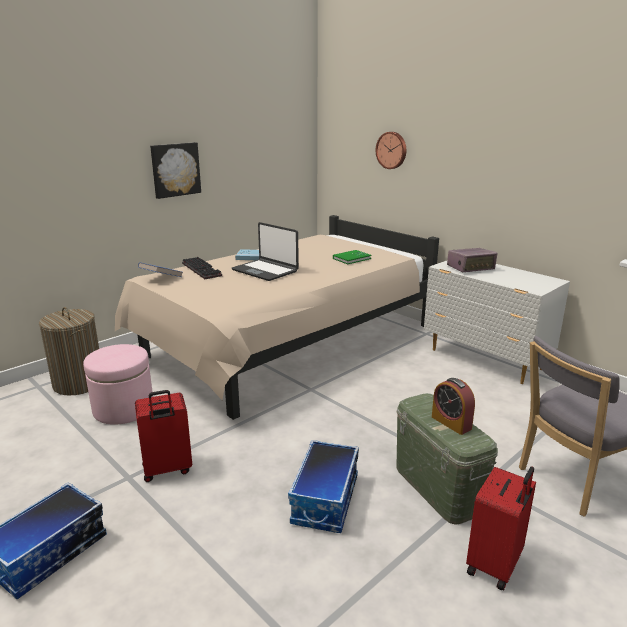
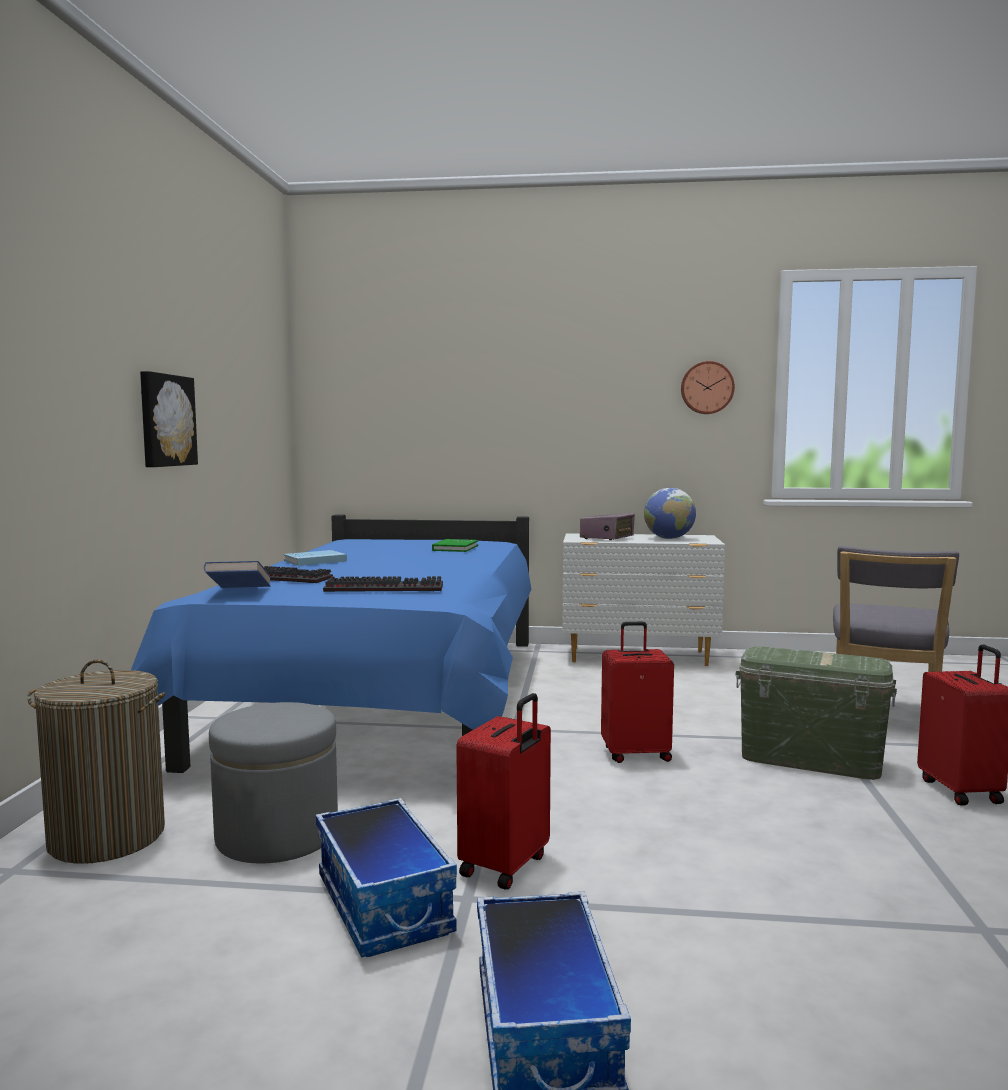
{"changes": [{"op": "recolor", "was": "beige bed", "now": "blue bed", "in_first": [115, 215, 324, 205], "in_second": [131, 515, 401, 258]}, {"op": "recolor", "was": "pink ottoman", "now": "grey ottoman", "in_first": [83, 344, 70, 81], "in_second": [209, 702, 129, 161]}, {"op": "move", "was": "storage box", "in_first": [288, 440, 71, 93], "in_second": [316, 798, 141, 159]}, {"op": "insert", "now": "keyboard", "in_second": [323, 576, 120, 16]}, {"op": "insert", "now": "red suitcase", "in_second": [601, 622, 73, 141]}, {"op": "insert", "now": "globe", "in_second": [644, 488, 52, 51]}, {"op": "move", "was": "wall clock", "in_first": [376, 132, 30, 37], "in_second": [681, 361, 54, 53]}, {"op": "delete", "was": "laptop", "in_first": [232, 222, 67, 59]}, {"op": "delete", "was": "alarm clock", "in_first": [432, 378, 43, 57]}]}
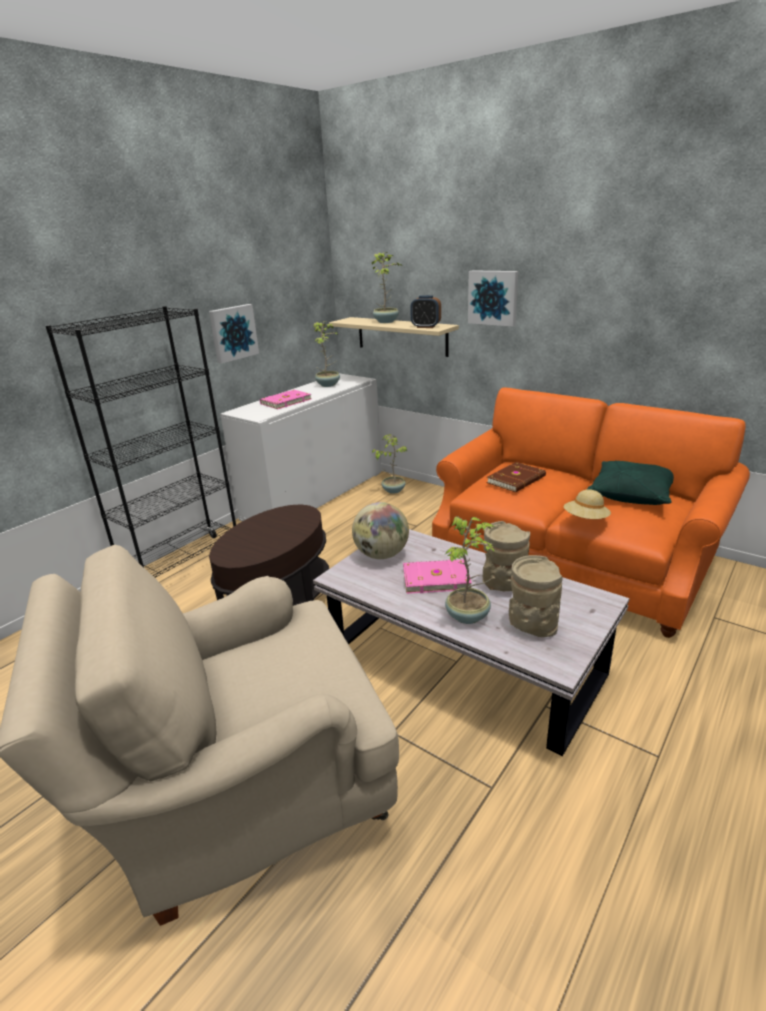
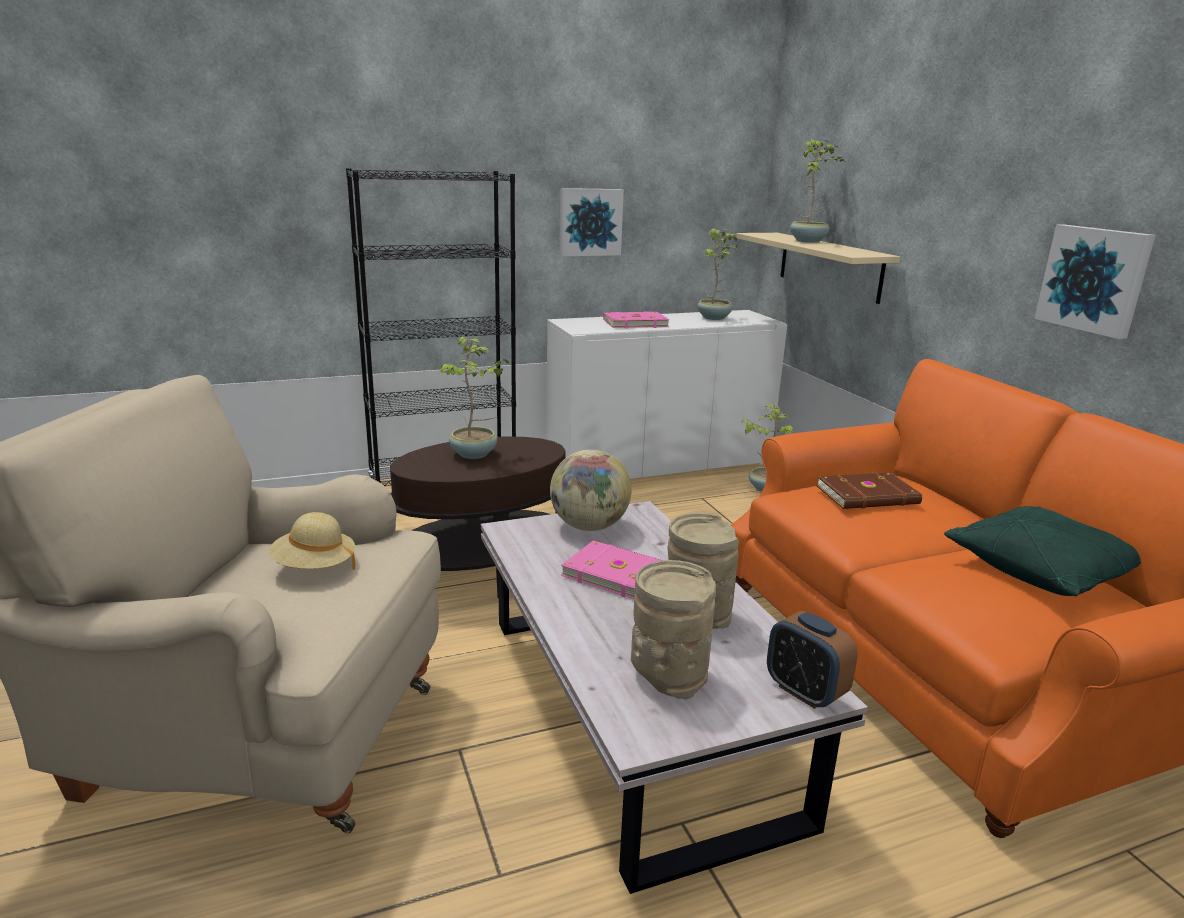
{"changes": [{"op": "move", "was": "beige hat", "in_first": [564, 489, 47, 30], "in_second": [269, 512, 87, 58]}, {"op": "move", "was": "potted plant", "in_first": [445, 516, 50, 108], "in_second": [439, 336, 70, 123]}, {"op": "move", "was": "alarm clock", "in_first": [410, 295, 31, 33], "in_second": [767, 611, 91, 98]}, {"op": "move", "was": "picture", "in_first": [468, 270, 50, 57], "in_second": [1034, 225, 122, 114]}]}
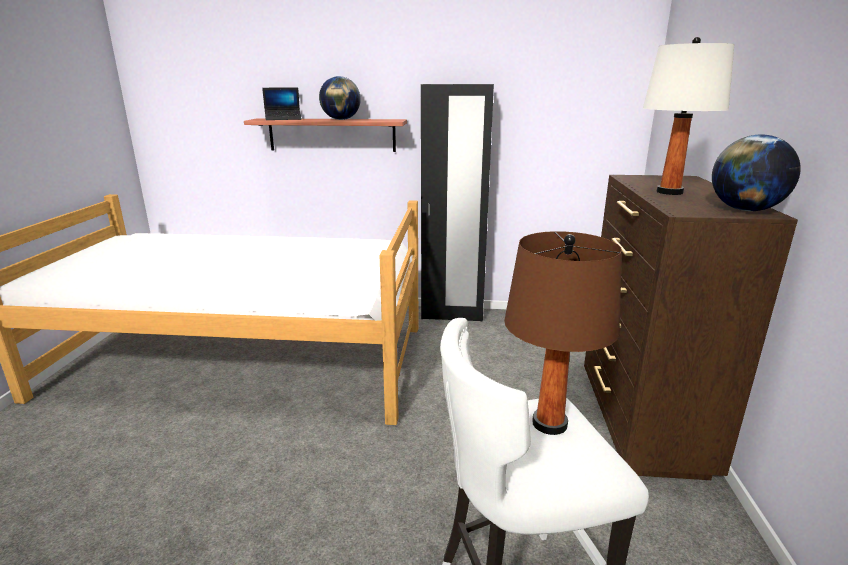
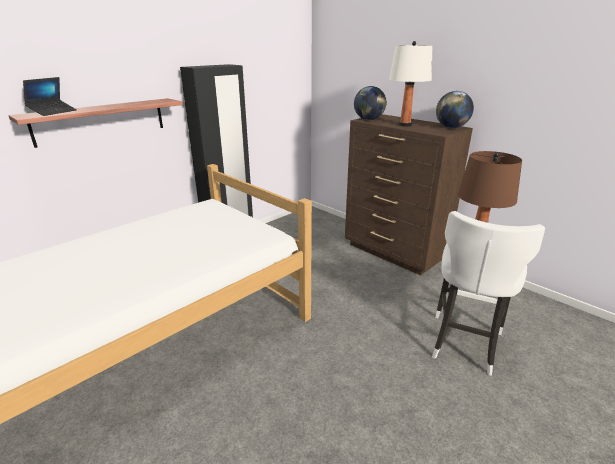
{"changes": [{"op": "move", "was": "globe", "in_first": [319, 76, 42, 44], "in_second": [354, 86, 32, 34]}]}
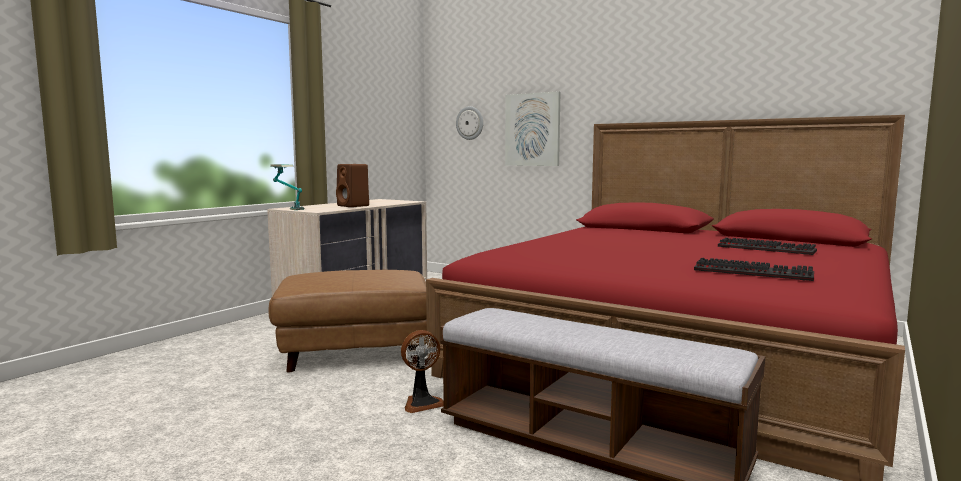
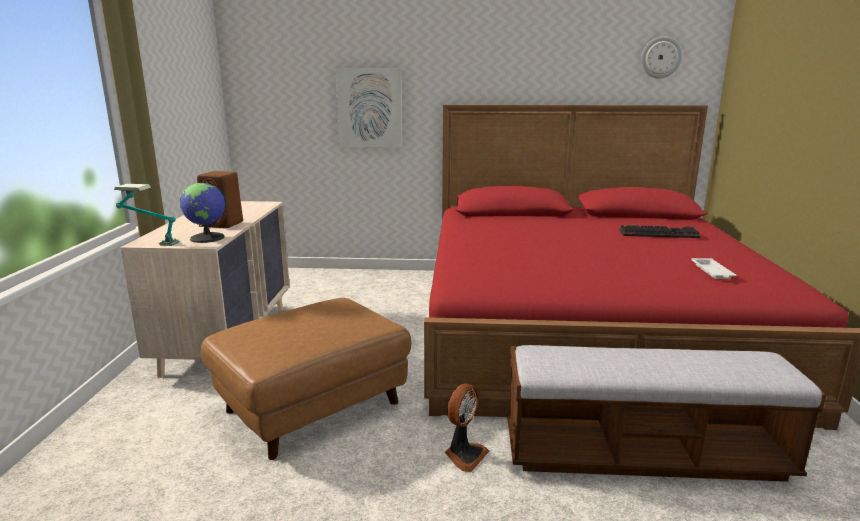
{"changes": [{"op": "insert", "now": "globe", "in_second": [180, 182, 46, 61]}, {"op": "move", "was": "wall clock", "in_first": [456, 106, 27, 34], "in_second": [641, 36, 41, 43]}, {"op": "replace", "was": "keyboard", "now": "white tray", "in_first": [694, 257, 120, 24], "in_second": [691, 258, 45, 21]}]}
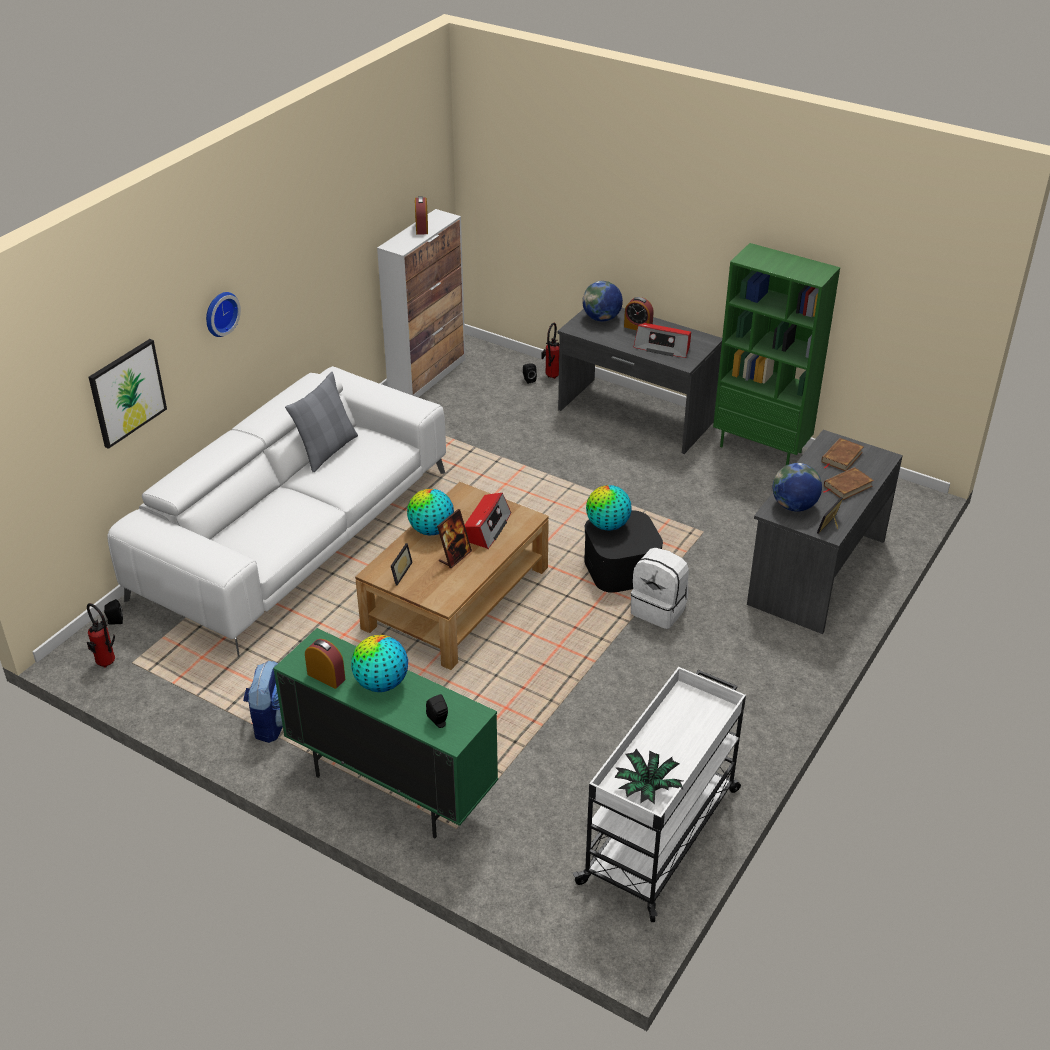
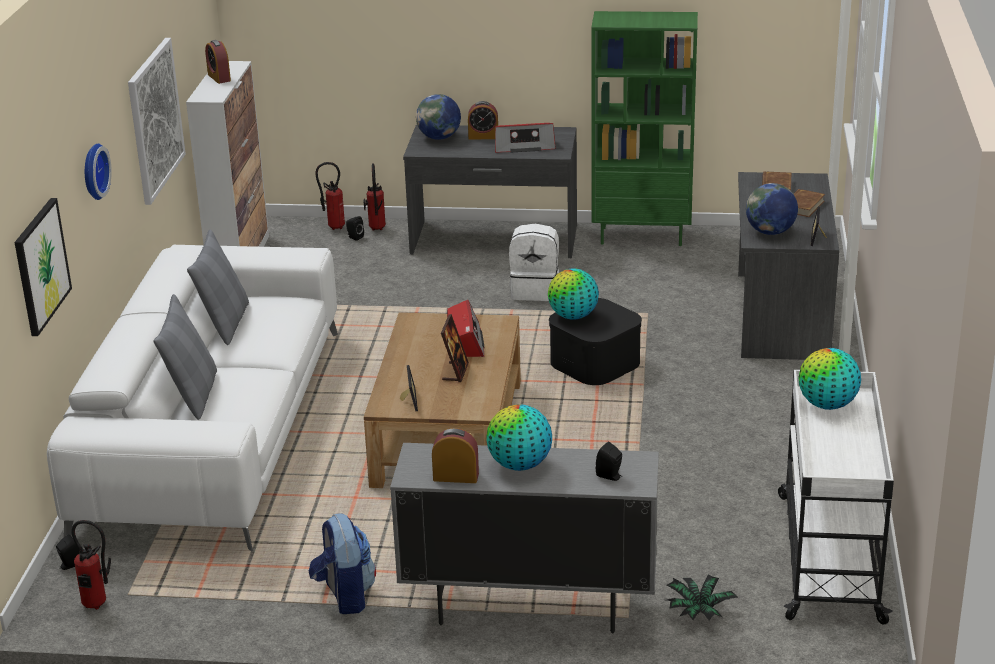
{"changes": [{"op": "insert", "now": "picture", "in_second": [128, 38, 58, 167]}, {"op": "insert", "now": "grey pillow", "in_second": [153, 294, 64, 126]}, {"op": "insert", "now": "fire extinguisher", "in_second": [316, 162, 29, 68]}, {"op": "recolor", "was": "green cabinet", "now": "grey cabinet", "in_first": [273, 628, 225, 211], "in_second": [390, 443, 269, 190]}, {"op": "move", "was": "white backpack", "in_first": [631, 548, 58, 81], "in_second": [509, 224, 50, 77]}, {"op": "move", "was": "potted plant", "in_first": [614, 749, 70, 55], "in_second": [666, 575, 72, 45]}, {"op": "move", "was": "globe", "in_first": [407, 489, 47, 46], "in_second": [798, 348, 63, 62]}]}
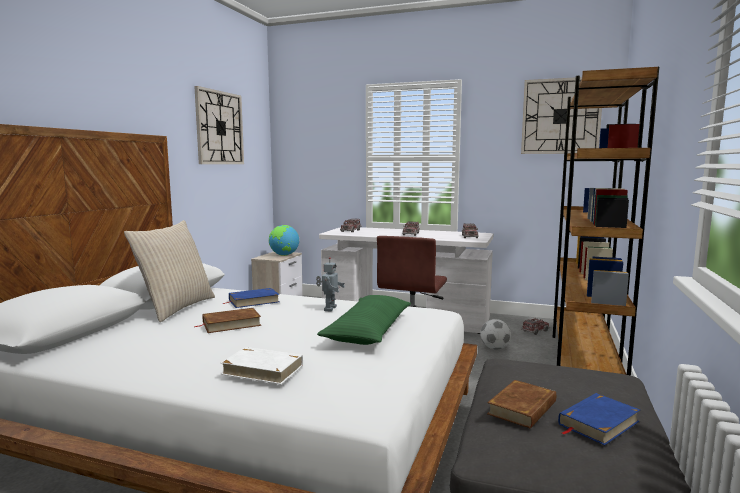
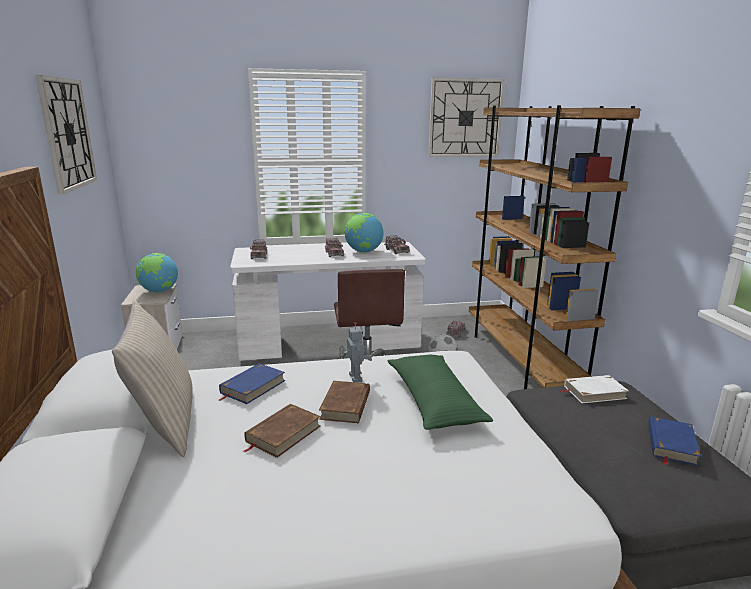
{"changes": [{"op": "move", "was": "brown book", "in_first": [487, 380, 69, 48], "in_second": [319, 381, 51, 42]}, {"op": "insert", "now": "globe", "in_second": [345, 213, 39, 40]}, {"op": "move", "was": "white book", "in_first": [221, 347, 82, 37], "in_second": [561, 375, 68, 28]}]}
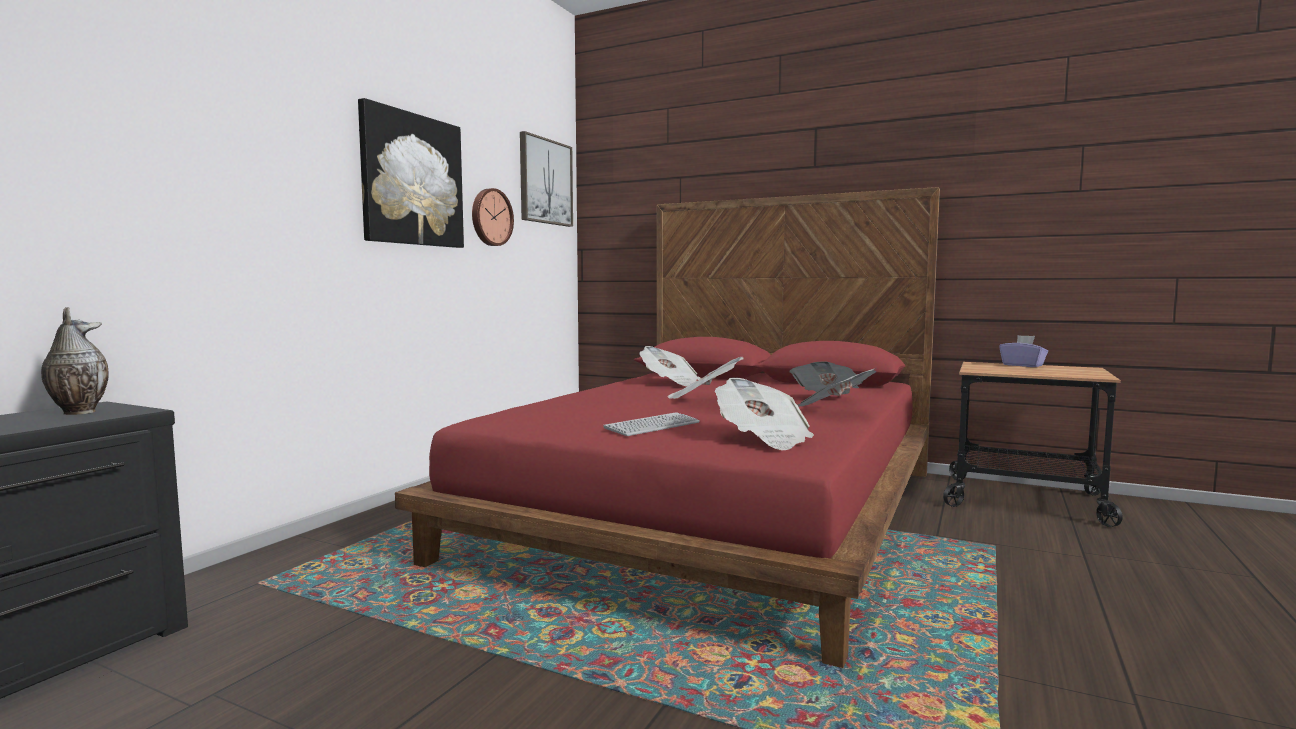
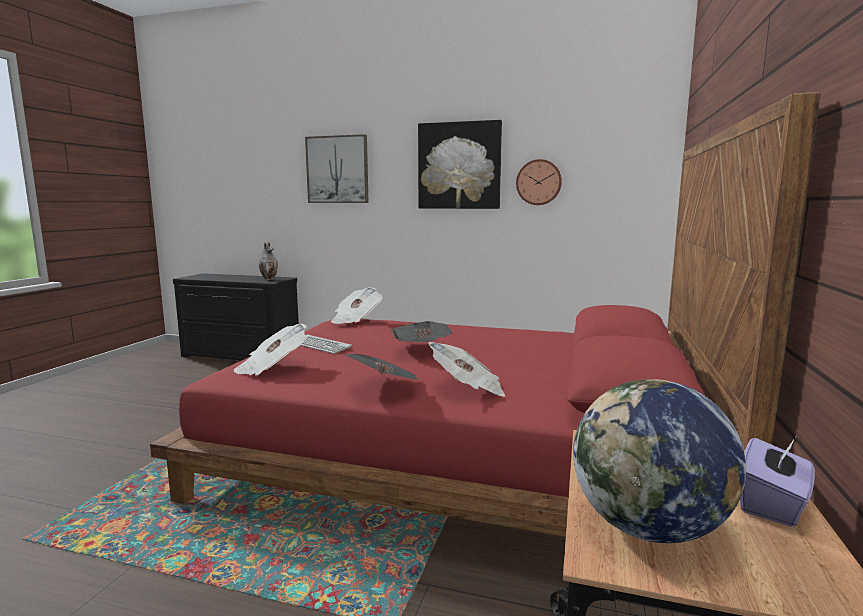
{"changes": [{"op": "move", "was": "picture", "in_first": [520, 131, 53, 96], "in_second": [305, 134, 64, 69]}, {"op": "move", "was": "newspaper", "in_first": [639, 346, 62, 41], "in_second": [331, 287, 51, 37]}, {"op": "insert", "now": "globe", "in_second": [573, 379, 173, 164]}]}
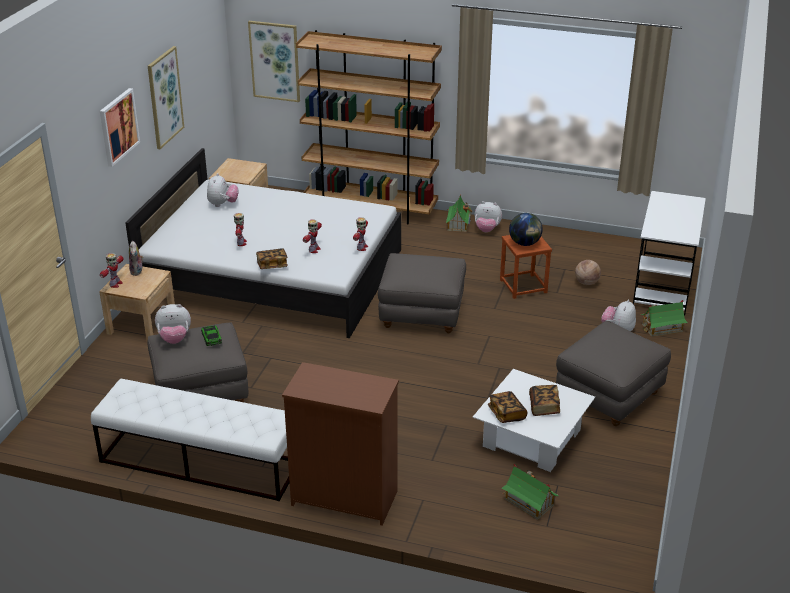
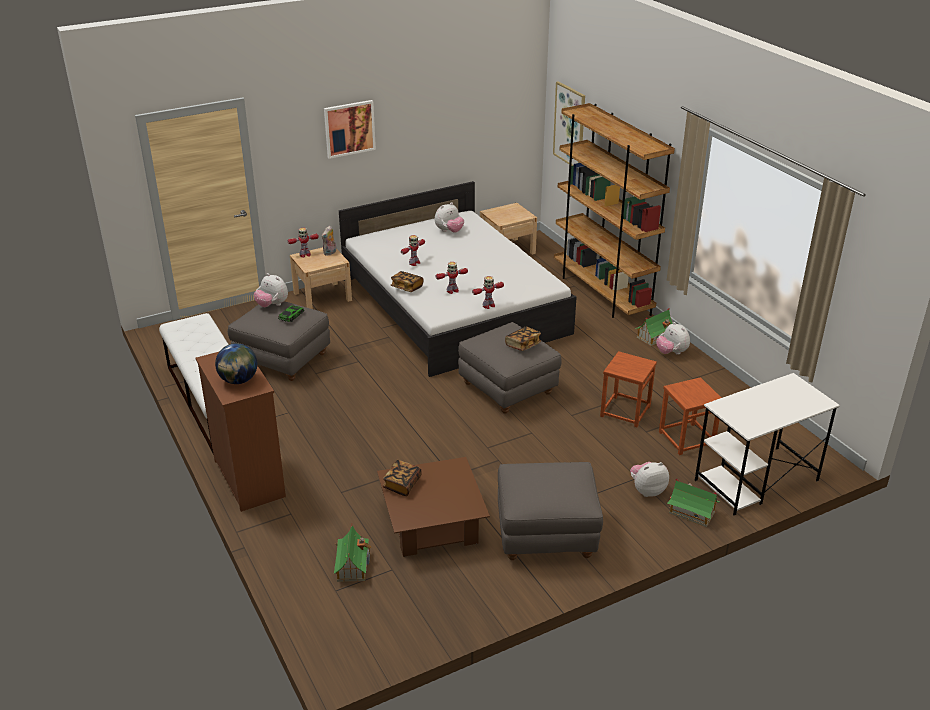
{"changes": [{"op": "move", "was": "globe", "in_first": [509, 213, 34, 33], "in_second": [215, 343, 42, 41]}, {"op": "recolor", "was": "white coffee table", "now": "brown coffee table", "in_first": [473, 369, 122, 103], "in_second": [377, 457, 113, 100]}, {"op": "move", "was": "book", "in_first": [529, 385, 31, 31], "in_second": [505, 327, 36, 24]}, {"op": "replace", "was": "basketball", "now": "brown stool", "in_first": [575, 260, 26, 25], "in_second": [659, 377, 62, 78]}, {"op": "delete", "was": "picture", "in_first": [148, 46, 36, 103]}]}
